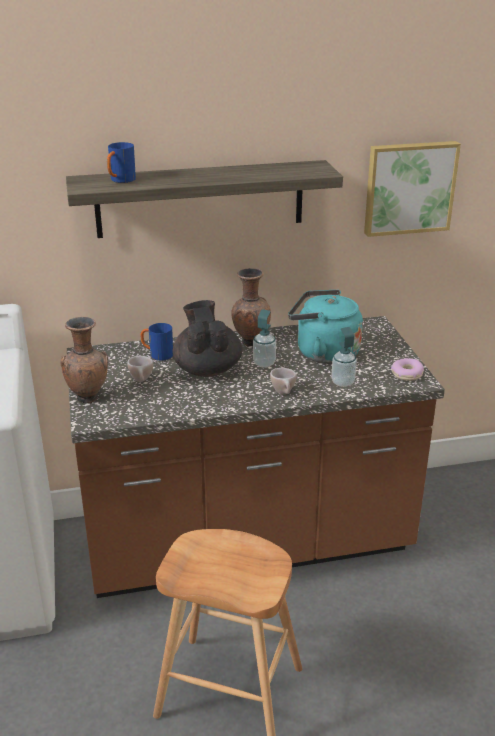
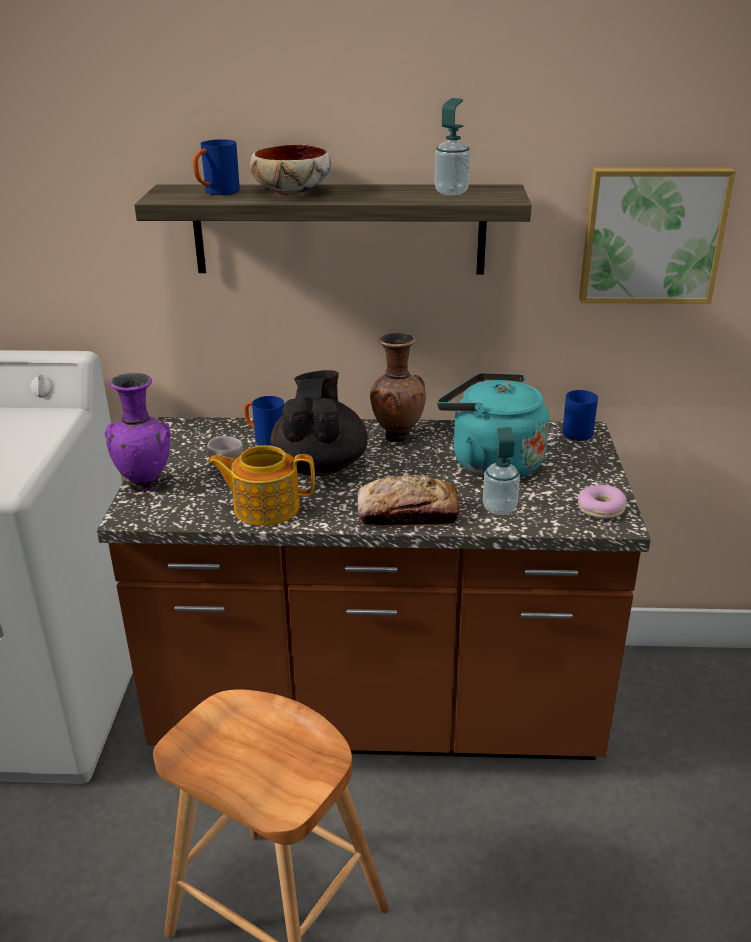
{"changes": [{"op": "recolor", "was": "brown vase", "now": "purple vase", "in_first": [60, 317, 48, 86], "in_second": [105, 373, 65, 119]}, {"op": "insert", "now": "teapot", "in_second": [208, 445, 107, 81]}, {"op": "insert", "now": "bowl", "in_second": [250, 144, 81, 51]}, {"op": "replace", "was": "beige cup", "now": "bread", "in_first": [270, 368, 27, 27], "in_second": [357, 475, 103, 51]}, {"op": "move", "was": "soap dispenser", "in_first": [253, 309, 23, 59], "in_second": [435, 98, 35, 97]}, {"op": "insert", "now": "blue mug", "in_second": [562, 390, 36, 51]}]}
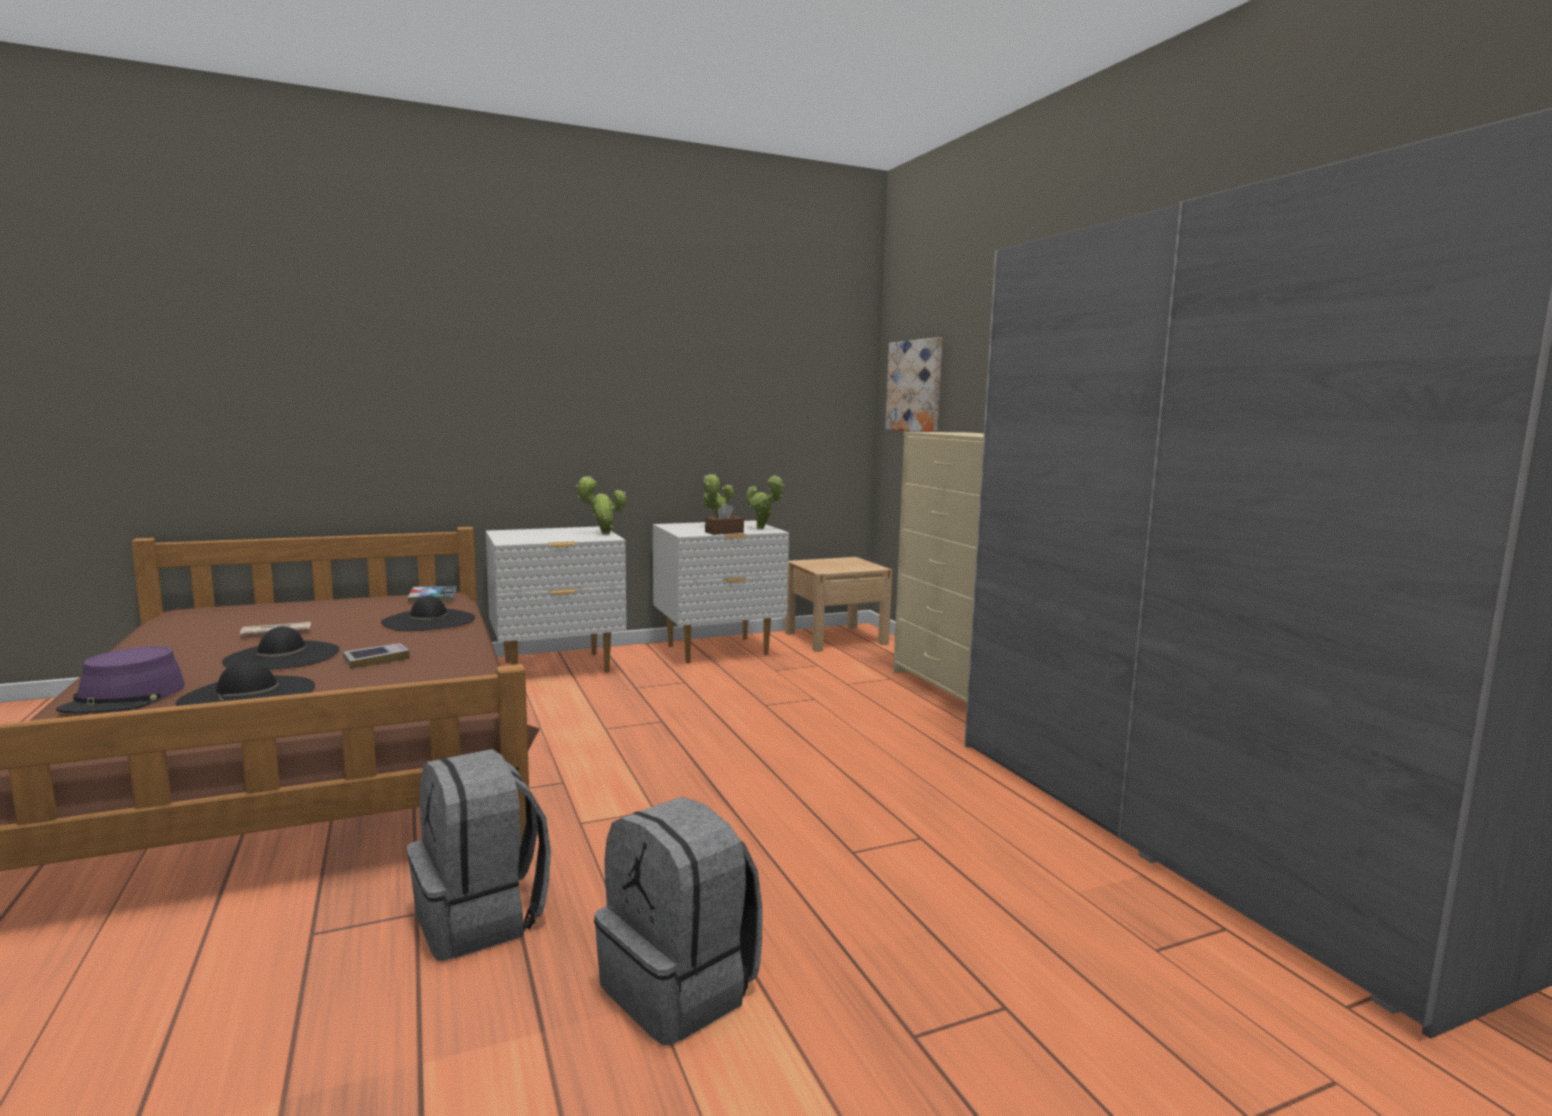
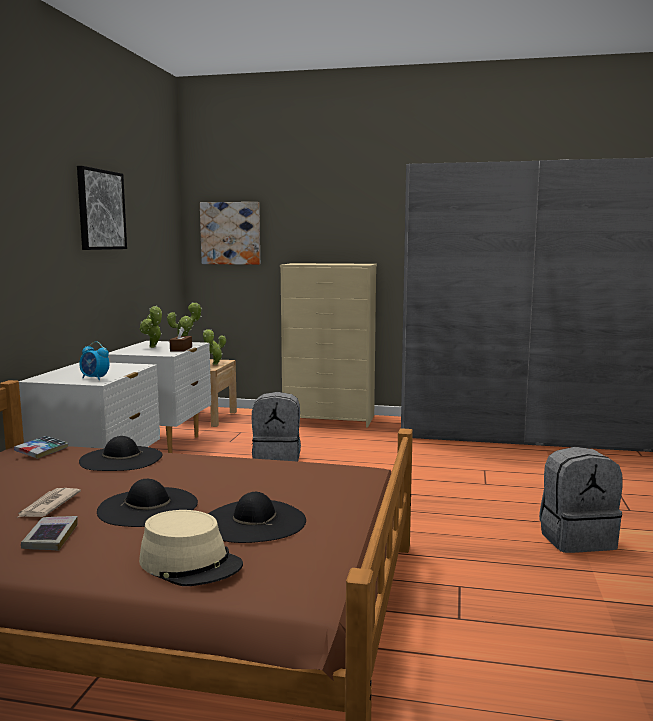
{"changes": [{"op": "move", "was": "book", "in_first": [343, 643, 67, 26], "in_second": [21, 516, 57, 35]}, {"op": "insert", "now": "picture", "in_second": [77, 166, 50, 84]}, {"op": "insert", "now": "alarm clock", "in_second": [79, 341, 31, 40]}, {"op": "recolor", "was": "purple hat", "now": "beige hat", "in_first": [56, 646, 129, 68], "in_second": [139, 510, 104, 76]}, {"op": "move", "was": "potted plant", "in_first": [576, 476, 50, 58], "in_second": [203, 329, 23, 36]}, {"op": "move", "was": "grey backpack", "in_first": [407, 749, 144, 212], "in_second": [252, 392, 49, 70]}]}
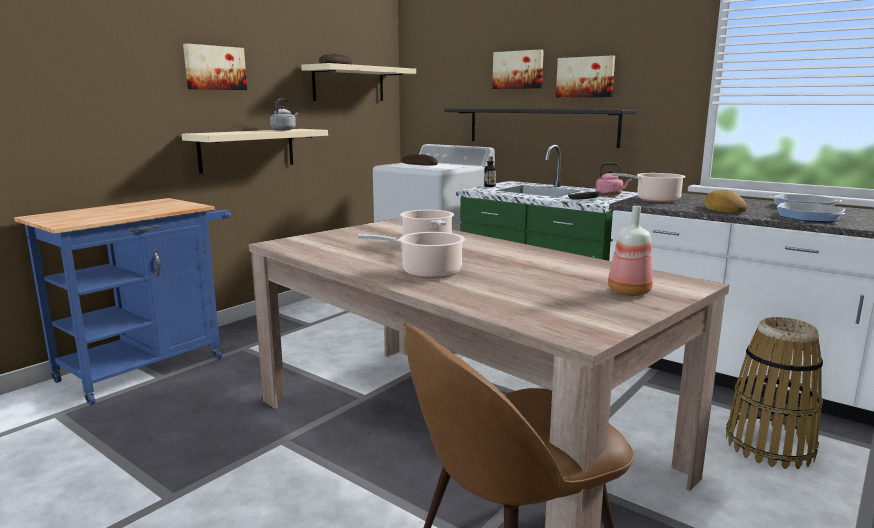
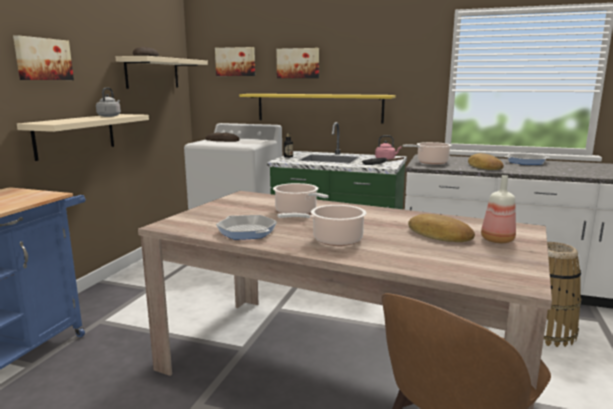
{"changes": [{"op": "move", "was": "picture", "in_first": [556, 55, 59, 42], "in_second": [215, 47, 40, 29]}, {"op": "move", "was": "frying pan", "in_first": [777, 202, 68, 20], "in_second": [216, 215, 61, 25]}, {"op": "recolor", "was": "black shelf", "now": "yellow shelf", "in_first": [445, 108, 192, 40], "in_second": [239, 94, 157, 30]}, {"op": "insert", "now": "bread", "in_second": [408, 214, 67, 28]}]}
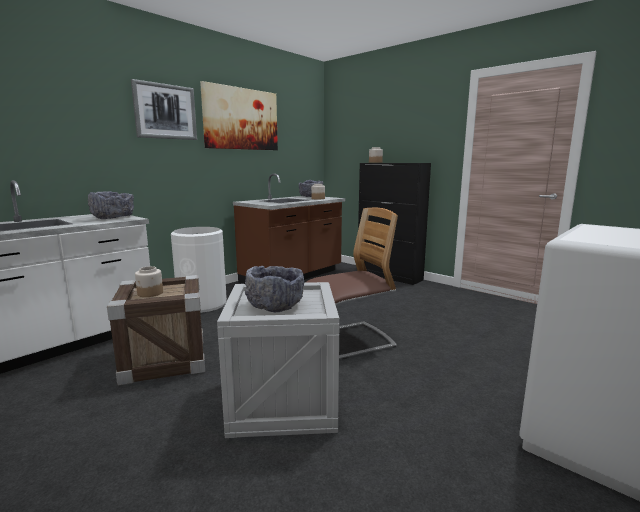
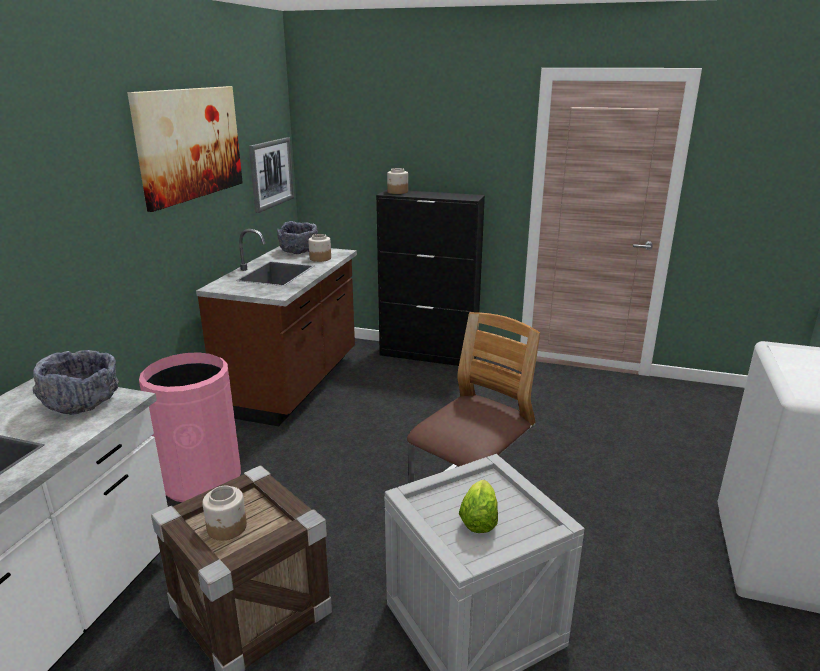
{"changes": [{"op": "recolor", "was": "white trash can", "now": "pink trash can", "in_first": [171, 227, 56, 86], "in_second": [139, 352, 102, 150]}, {"op": "move", "was": "picture", "in_first": [131, 79, 66, 61], "in_second": [249, 137, 45, 76]}, {"op": "replace", "was": "grey bowl", "now": "lettuce", "in_first": [245, 266, 59, 46], "in_second": [459, 480, 39, 53]}]}
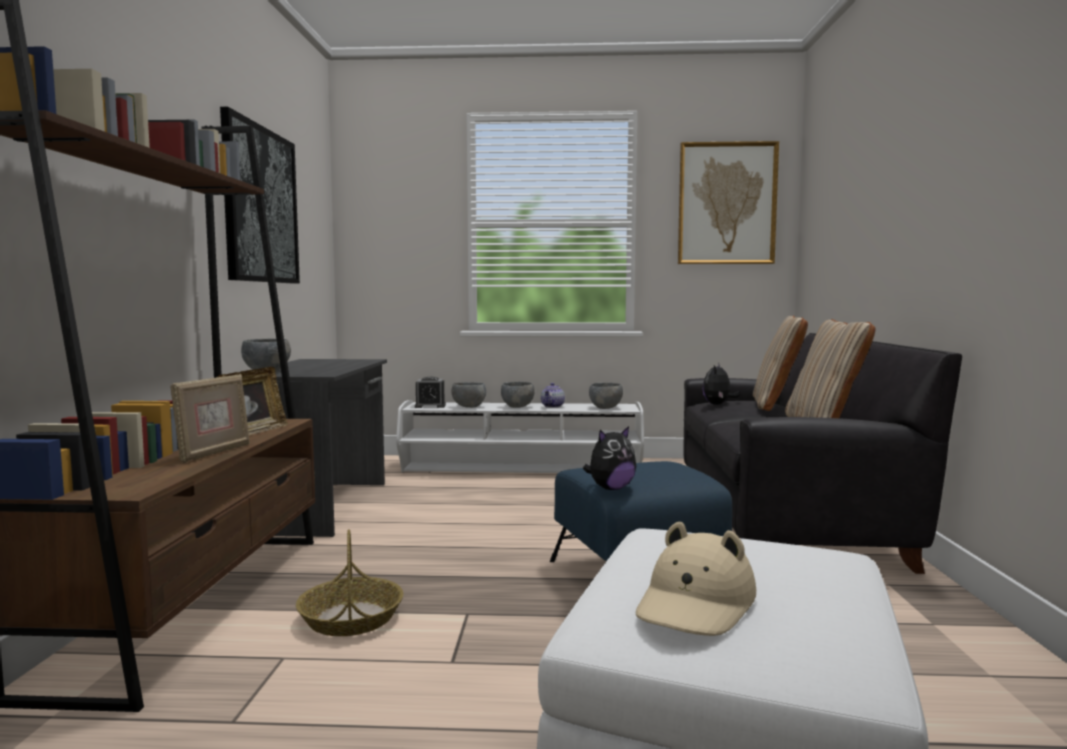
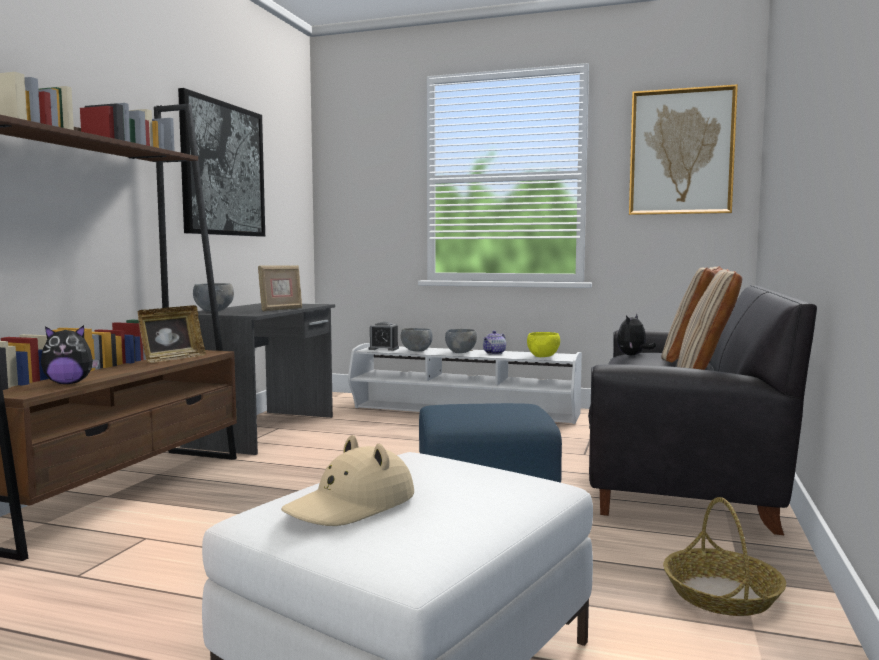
{"changes": [{"op": "move", "was": "plush toy", "in_first": [583, 426, 53, 64], "in_second": [41, 325, 58, 59]}, {"op": "move", "was": "picture frame", "in_first": [170, 374, 80, 89], "in_second": [258, 265, 44, 47]}, {"op": "recolor", "was": "grey bowl", "now": "yellow bowl", "in_first": [589, 383, 34, 26], "in_second": [527, 332, 33, 25]}, {"op": "move", "was": "basket", "in_first": [296, 529, 107, 107], "in_second": [663, 497, 123, 119]}]}
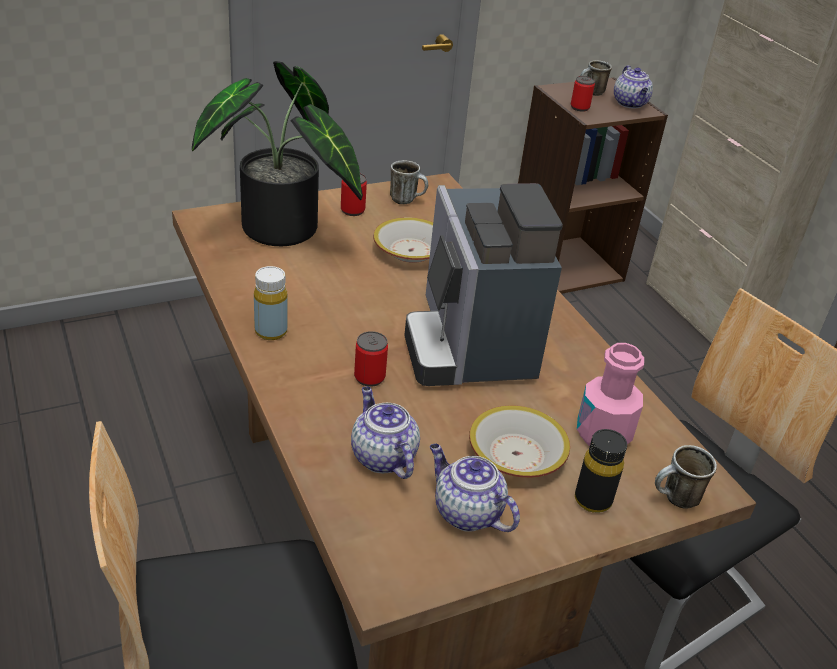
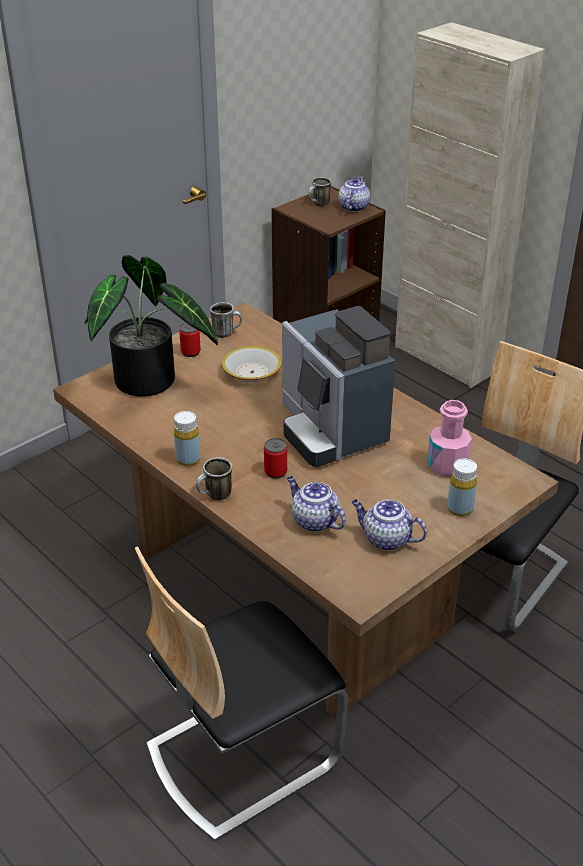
{"changes": [{"op": "move", "was": "mug", "in_first": [655, 445, 62, 64], "in_second": [196, 457, 36, 43]}, {"op": "rotate", "was": "teapot", "in_first": [614, 65, 39, 44], "in_second": [338, 176, 32, 36], "clockwise": -135}, {"op": "recolor", "was": "black bottle", "now": "yellow bottle", "in_first": [575, 429, 52, 84], "in_second": [447, 458, 30, 58]}, {"op": "delete", "was": "bowl", "in_first": [469, 405, 101, 73]}, {"op": "delete", "was": "can", "in_first": [571, 76, 24, 36]}]}
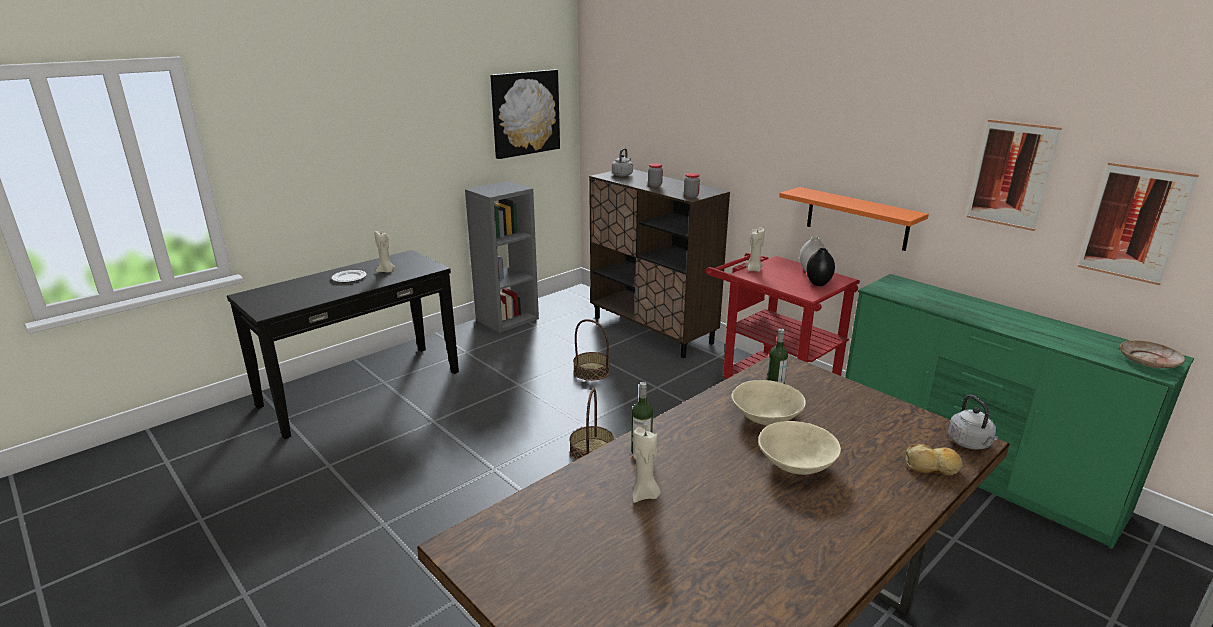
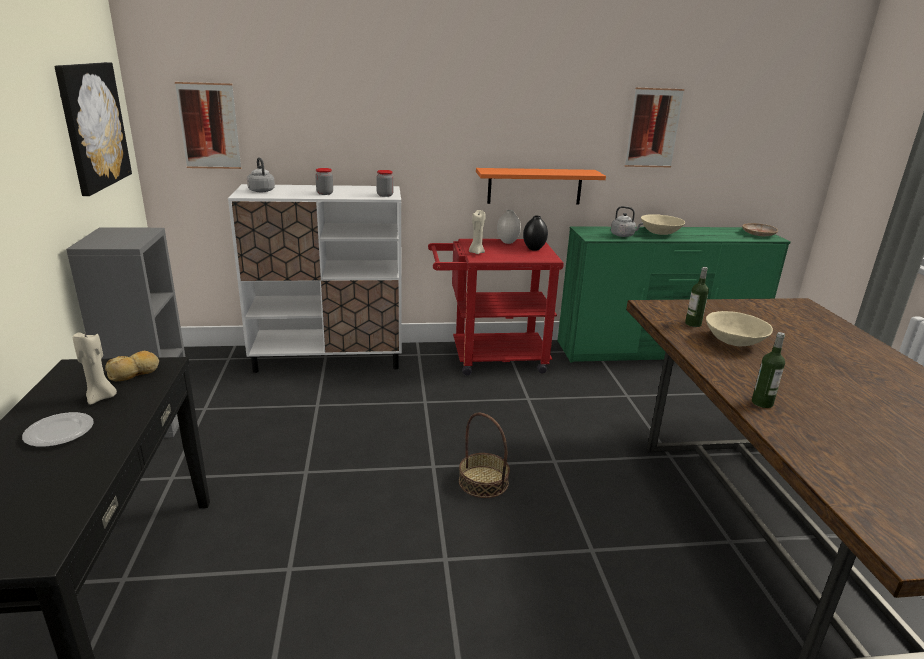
{"changes": [{"op": "move", "was": "bread", "in_first": [905, 444, 58, 31], "in_second": [105, 351, 54, 30]}, {"op": "move", "was": "picture", "in_first": [1078, 162, 121, 123], "in_second": [175, 82, 67, 87]}, {"op": "recolor", "was": "brown cabinet", "now": "white cabinet", "in_first": [589, 169, 141, 189], "in_second": [228, 184, 174, 189]}, {"op": "move", "was": "grey kettle", "in_first": [948, 395, 50, 55], "in_second": [611, 206, 32, 31]}, {"op": "move", "was": "beige bowl", "in_first": [758, 421, 83, 54], "in_second": [641, 214, 44, 21]}, {"op": "delete", "was": "basket", "in_first": [573, 319, 37, 62]}, {"op": "delete", "was": "beige candle", "in_first": [632, 427, 29, 76]}]}
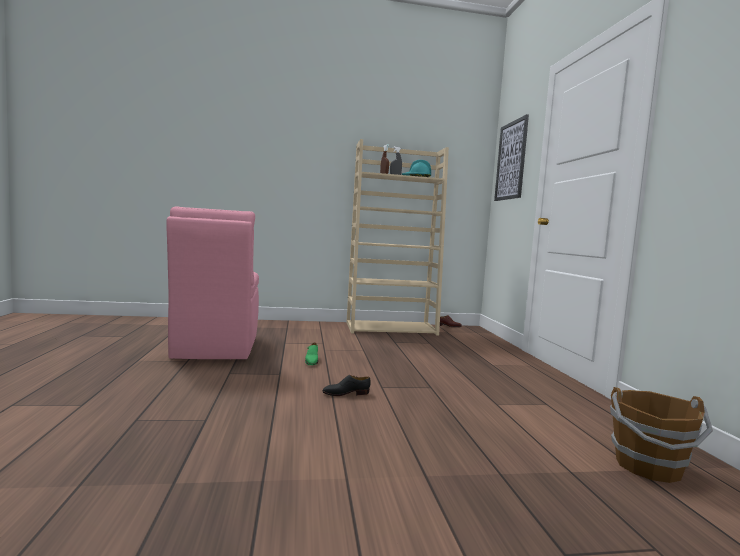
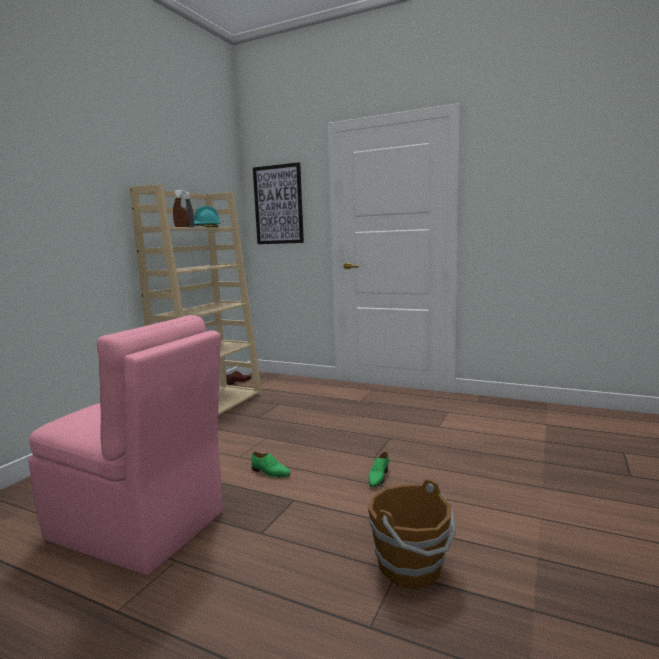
{"changes": [{"op": "move", "was": "brown bucket", "in_first": [610, 387, 103, 96], "in_second": [368, 479, 88, 110]}, {"op": "recolor", "was": "black shoe", "now": "green shoe", "in_first": [322, 375, 49, 21], "in_second": [369, 452, 20, 35]}]}
